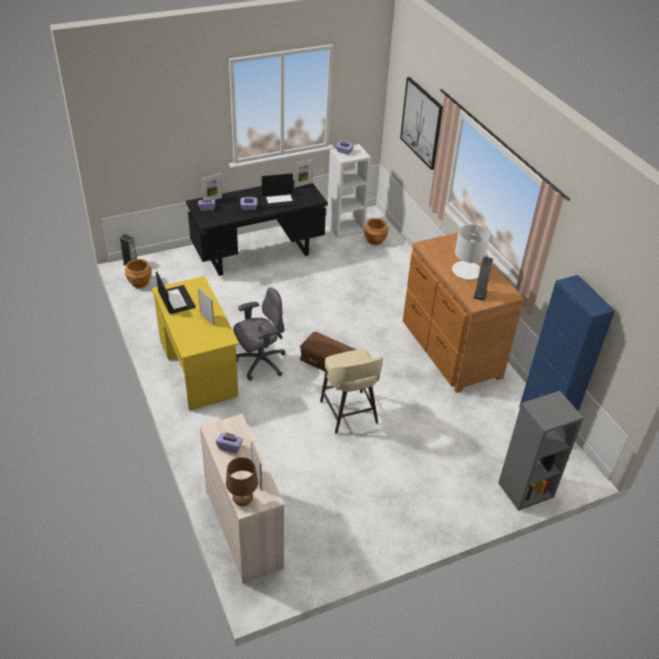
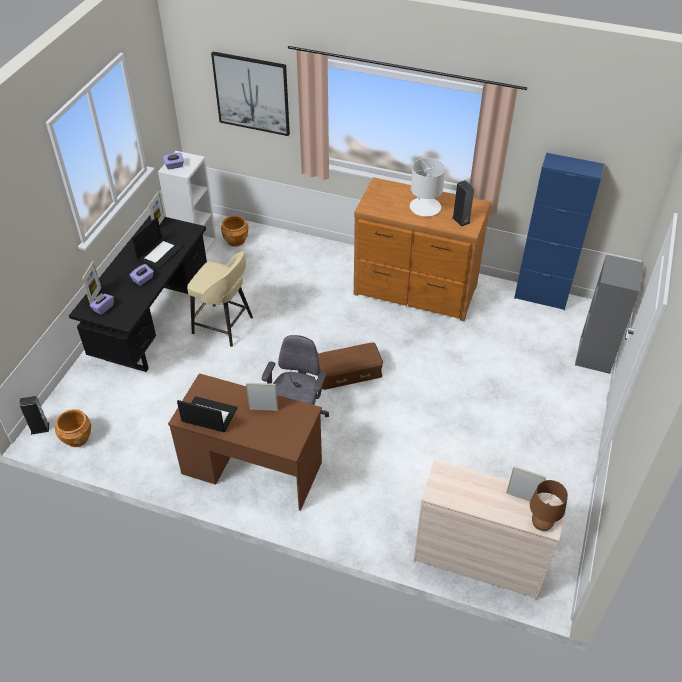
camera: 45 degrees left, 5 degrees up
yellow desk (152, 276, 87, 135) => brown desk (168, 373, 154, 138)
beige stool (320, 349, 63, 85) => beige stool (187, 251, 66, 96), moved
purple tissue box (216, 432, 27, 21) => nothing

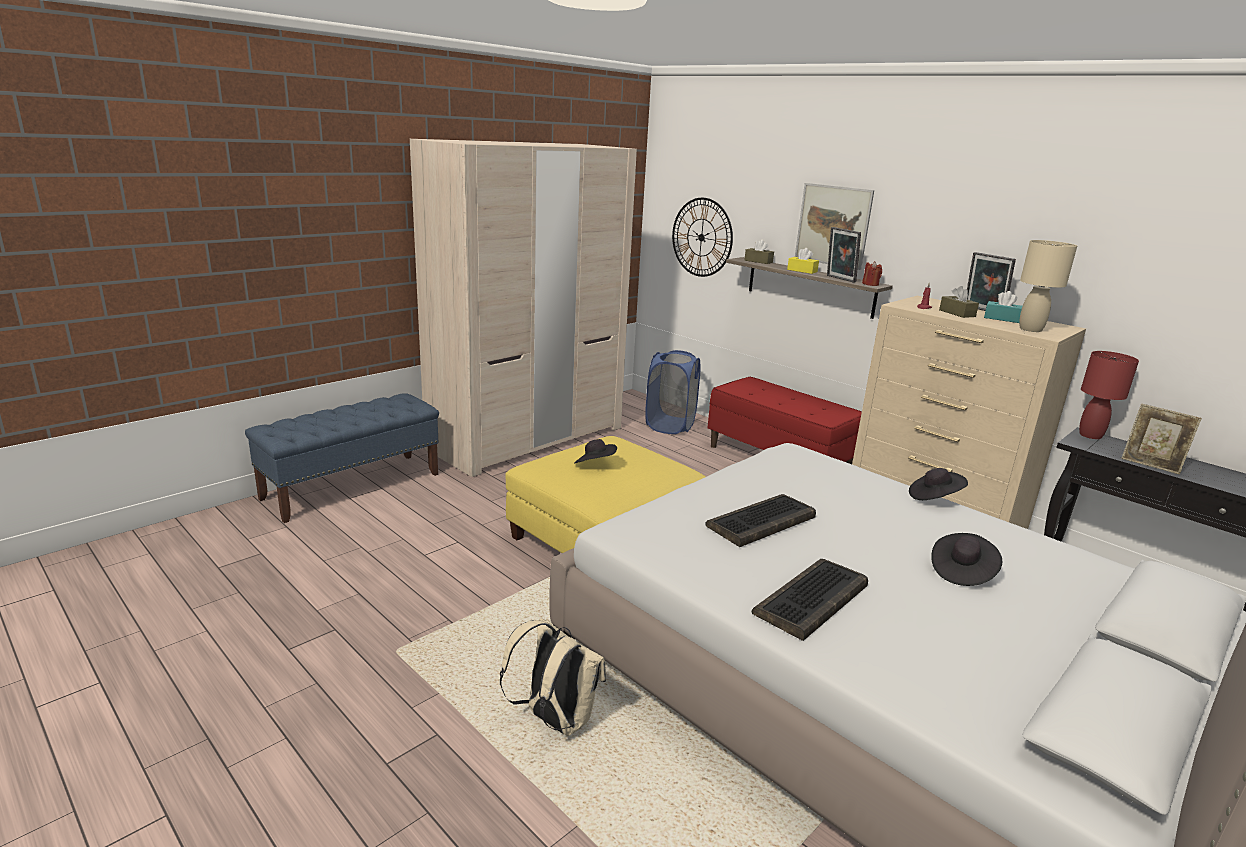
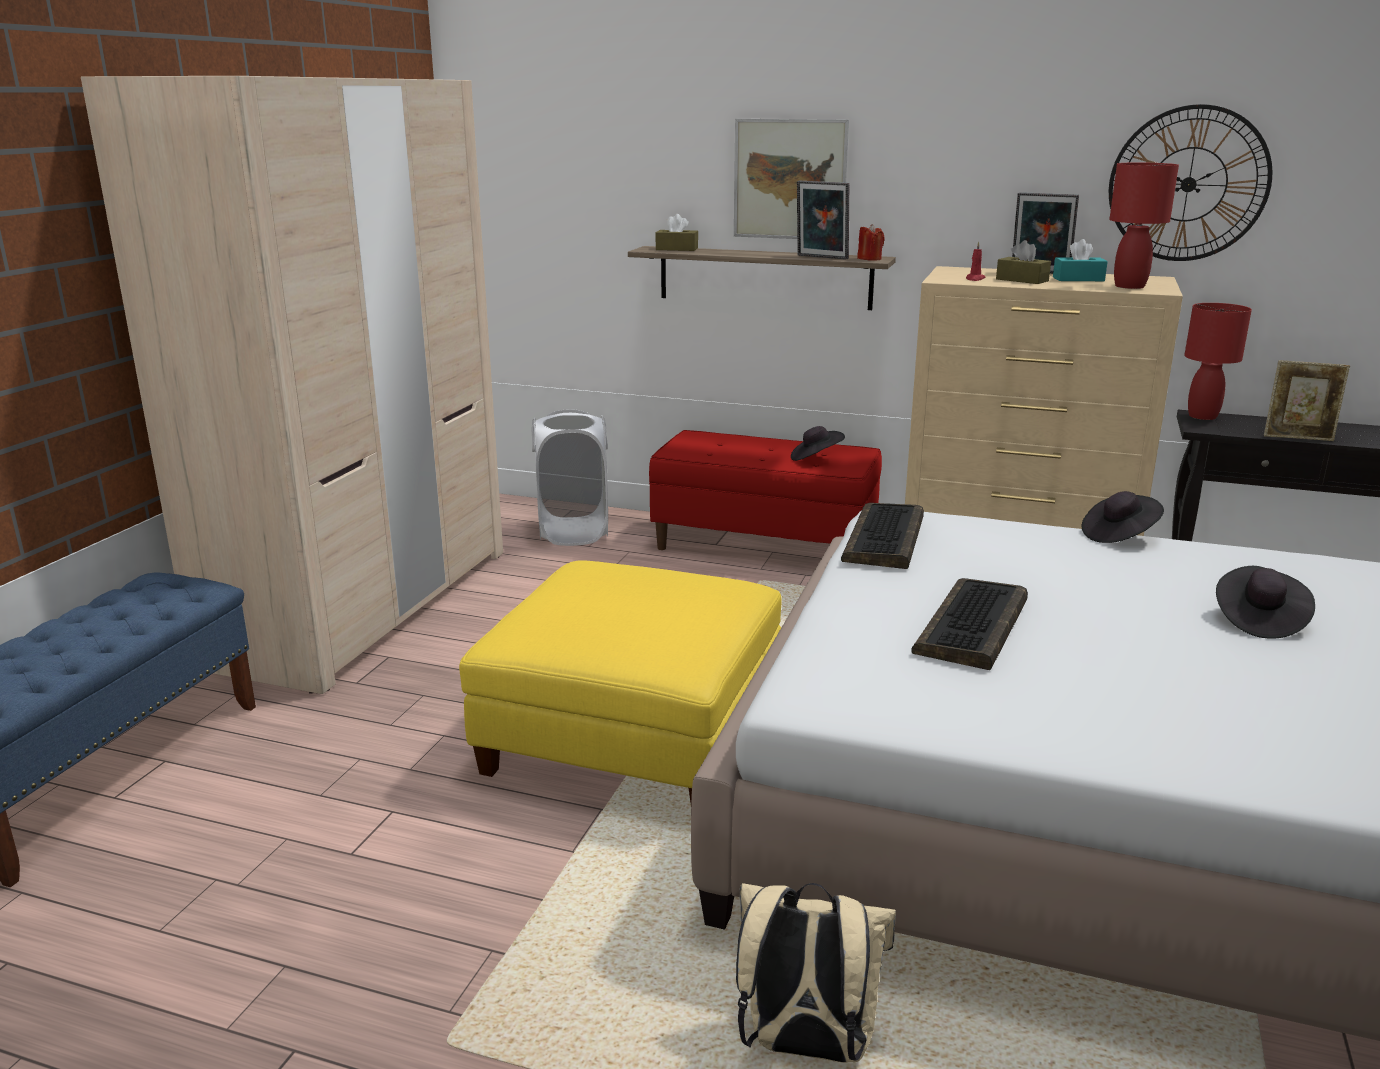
camera: 25 degrees left, 0 degrees up
blue laundry basket (645, 350, 55, 84) => white laundry basket (531, 409, 77, 137)
black hat (574, 439, 43, 25) => black hat (791, 426, 54, 35), moved
keyboard (752, 559, 116, 82) => keyboard (841, 503, 83, 66), moved
wall clock (672, 198, 61, 79) => wall clock (1109, 104, 163, 157), moved
beige table lamp (1019, 240, 58, 92) => red table lamp (1109, 162, 70, 127)
yellow tissue box (787, 248, 32, 26) => nothing

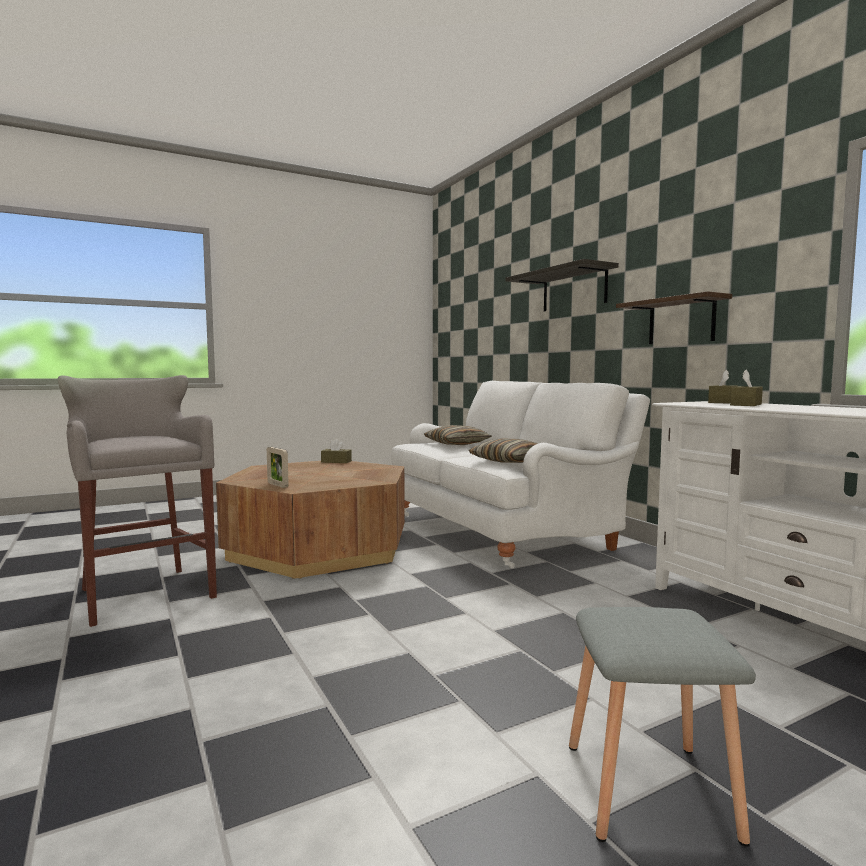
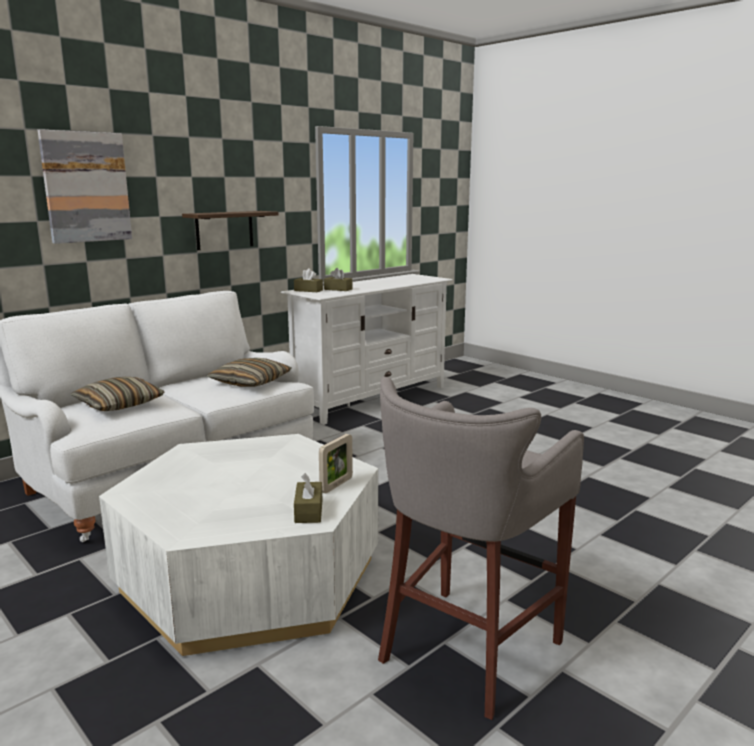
camera: 105 degrees left, 10 degrees up
shelf (506, 259, 113, 53) => picture (38, 129, 94, 115)
brown coffee table (216, 461, 189, 118) => white coffee table (99, 434, 279, 222)
brown tissue box (321, 439, 31, 24) => brown tissue box (294, 473, 28, 50), moved
grey stool (569, 607, 187, 240) => nothing

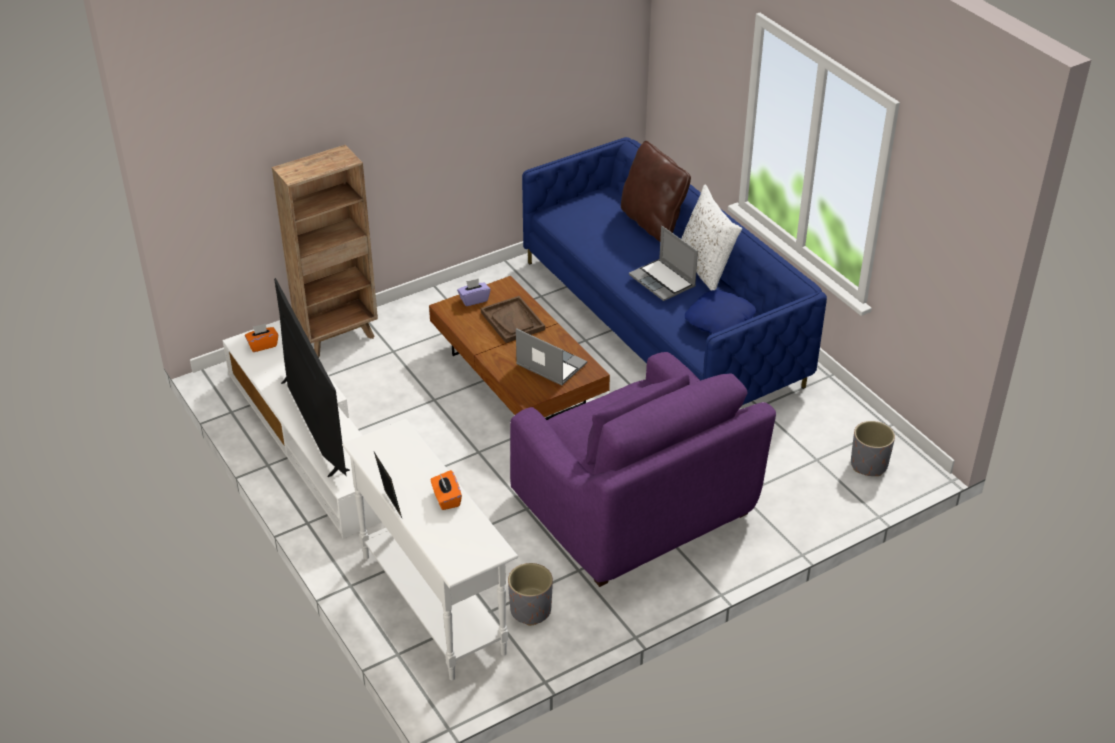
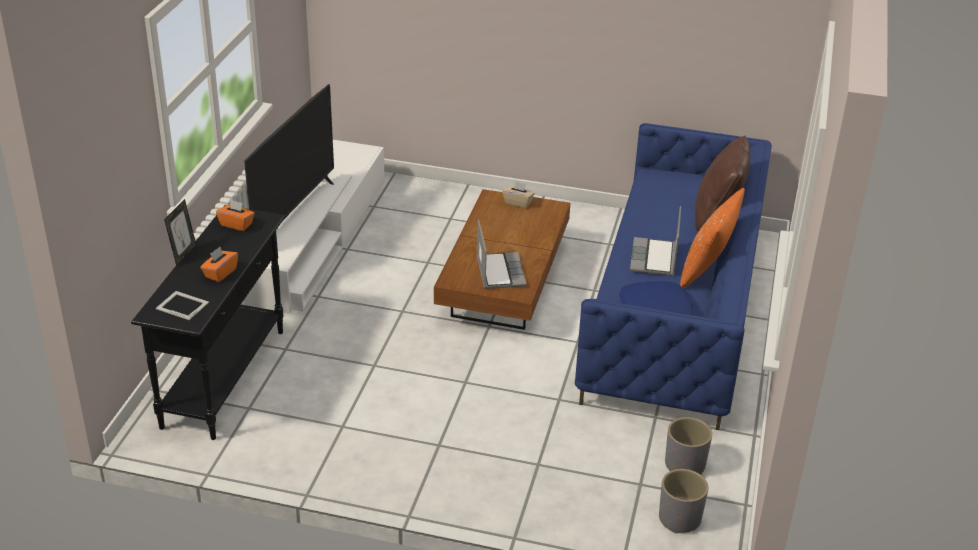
camera: 45 degrees right, 5 degrees down
white console table (342, 419, 176, 262) => black console table (131, 205, 154, 235)
nothing => picture frame (156, 291, 53, 29)
orange tissue box (245, 324, 33, 28) => orange tissue box (216, 200, 39, 31), moved
purple tissue box (457, 279, 34, 27) => beige tissue box (503, 181, 32, 27)
grey planter (508, 563, 45, 63) => grey planter (665, 417, 47, 58), moved
white pillow (681, 185, 61, 106) => orange pillow (680, 188, 65, 99)
brown bookcase (272, 145, 106, 213) => nothing
brown tray (481, 296, 64, 47) => nothing
purple armchair (510, 352, 266, 235) => nothing

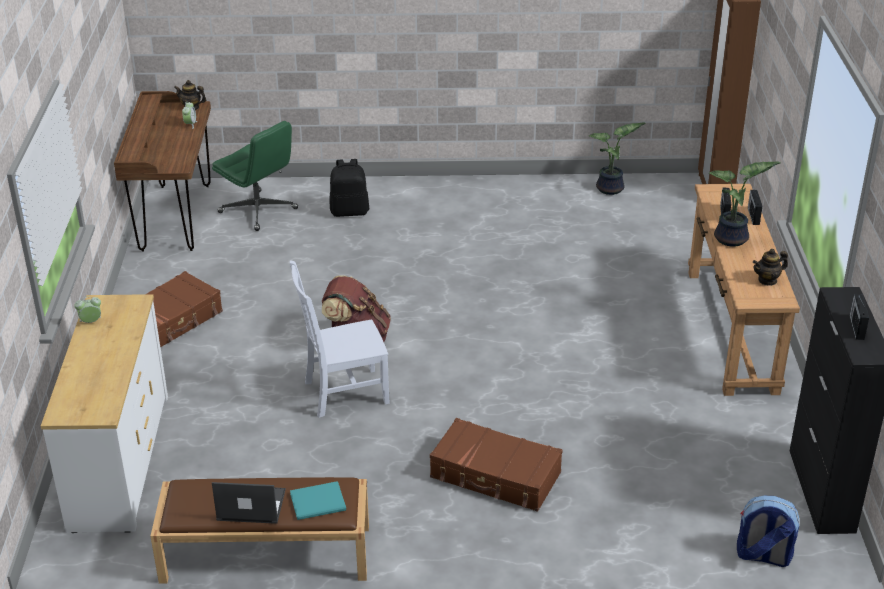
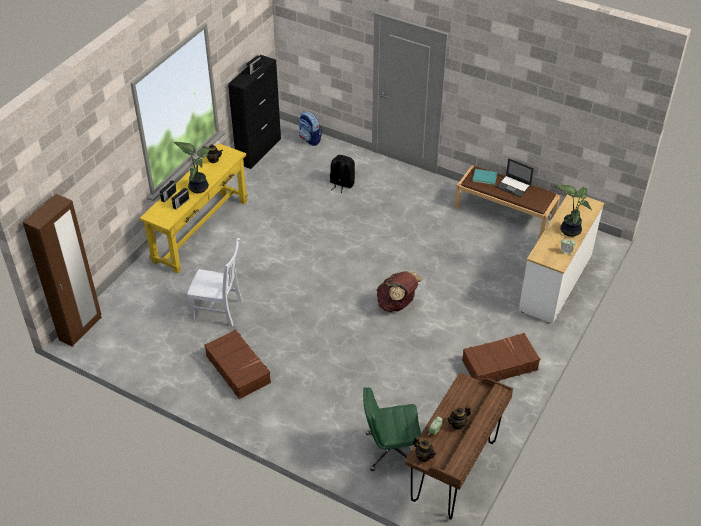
camera: 150 degrees left, 10 degrees up
brown console table (688, 184, 112, 212) => yellow console table (140, 143, 108, 130)
white chair (290, 260, 100, 158) => white chair (187, 238, 56, 89), moved
brown suitcase (430, 418, 132, 94) => brown suitcase (204, 329, 67, 70), moved
black backpack (330, 159, 39, 58) => black backpack (330, 155, 25, 38), moved
green office chair (212, 121, 86, 110) => green office chair (363, 387, 58, 84), 75 degrees counterclockwise
nothing => teapot (447, 406, 24, 24)
potted plant (589, 122, 57, 73) => potted plant (555, 185, 37, 52), moved

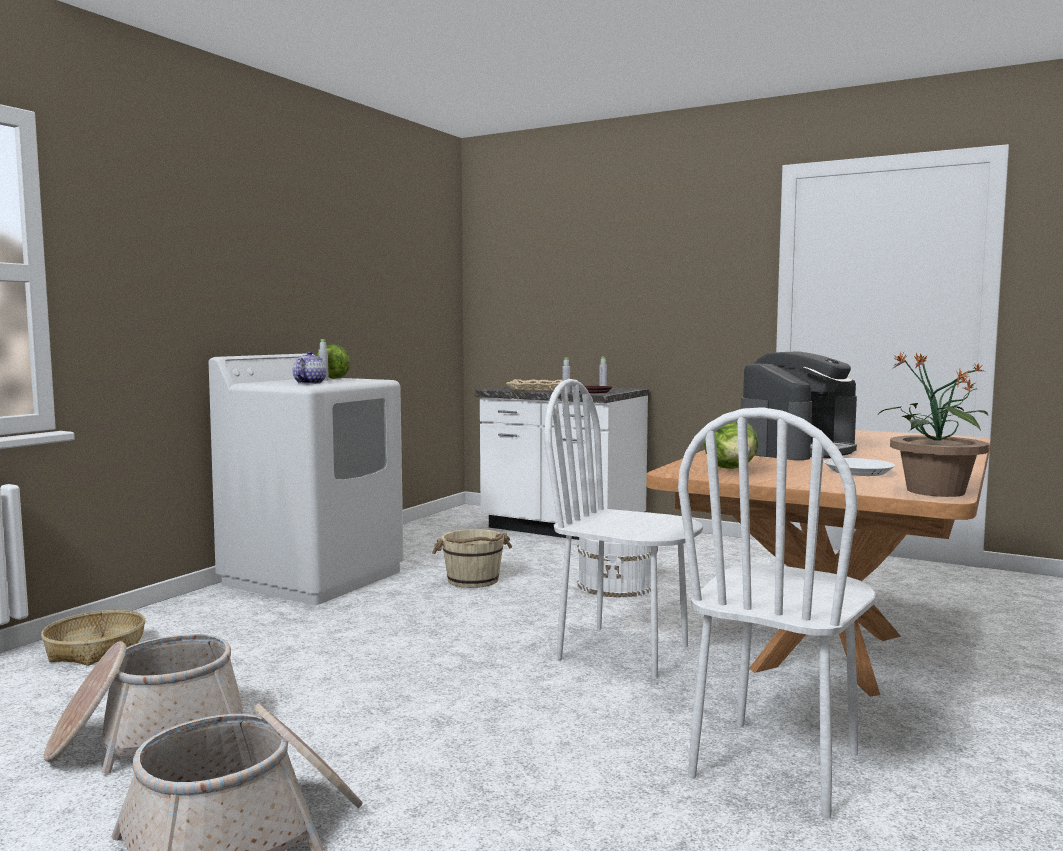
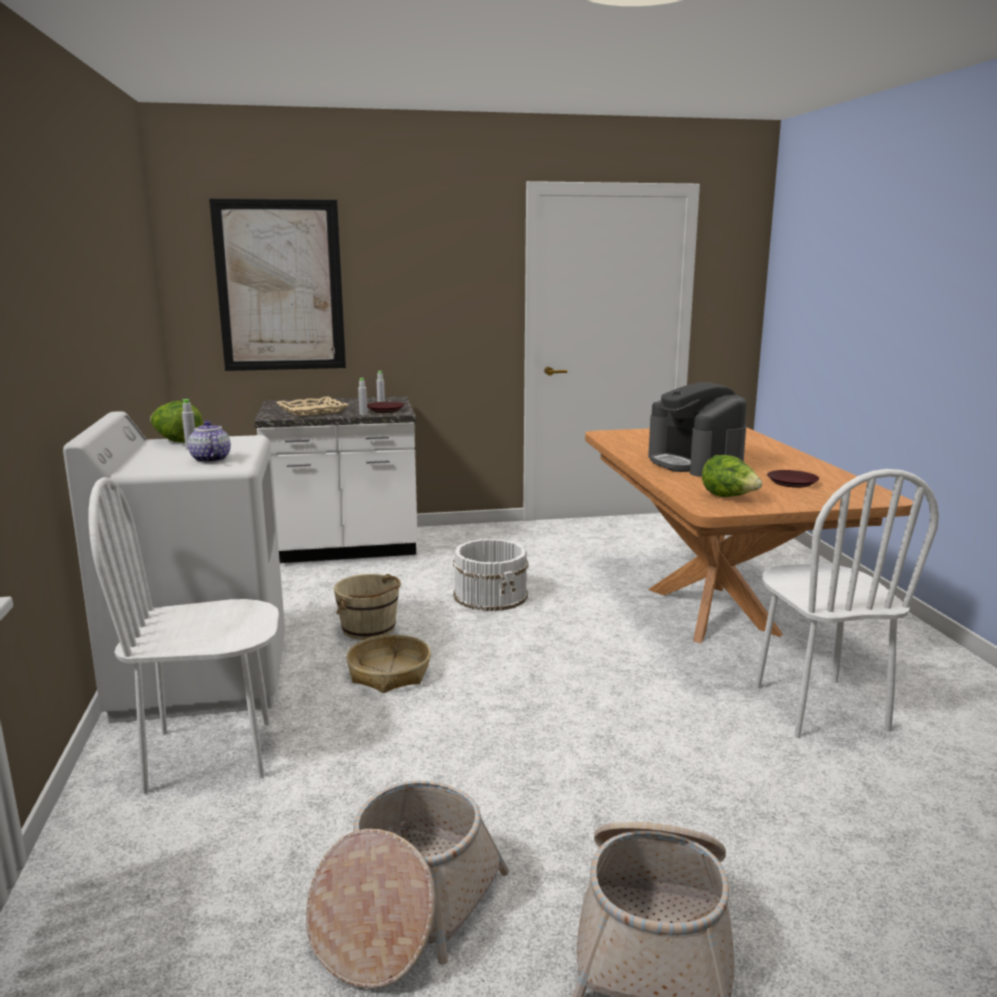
camera: 40 degrees left, 10 degrees up
white chair (544, 379, 159, 300) => white chair (89, 477, 190, 317), moved
nothing => picture (209, 198, 137, 173)
basket (41, 610, 104, 56) => basket (346, 635, 85, 58), moved
coffee machine (741, 351, 116, 109) => coffee machine (648, 382, 99, 95), 150 degrees clockwise
white plate (824, 458, 71, 18) => brown plate (767, 470, 52, 18)
potted plant (877, 352, 112, 145) => nothing

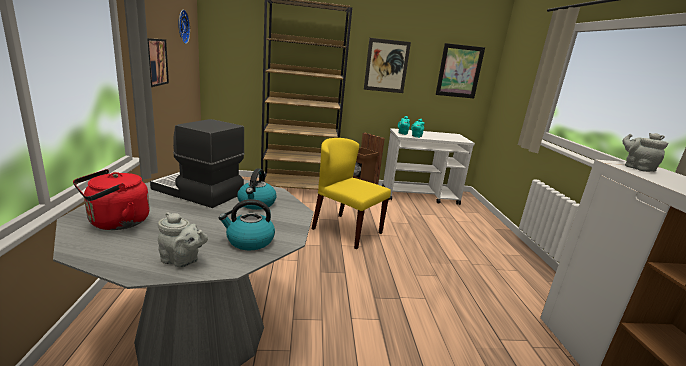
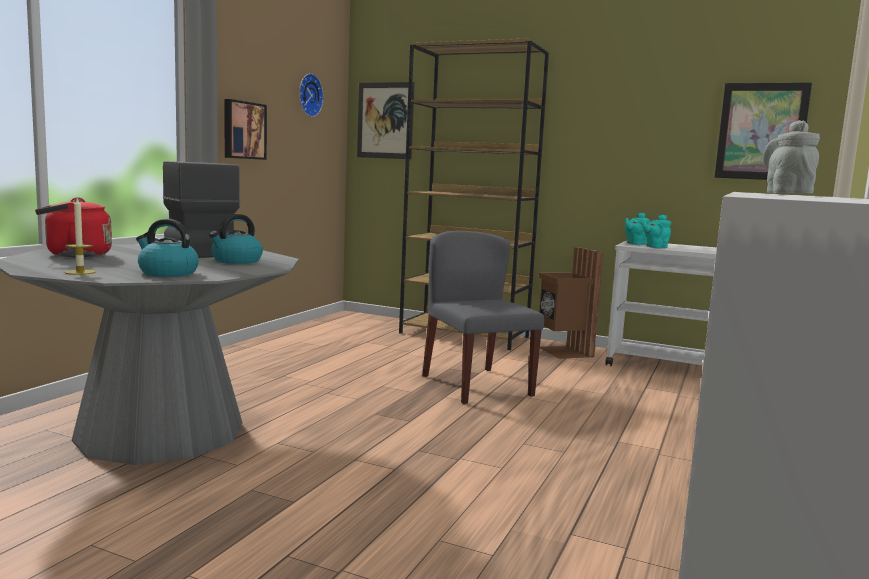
camera: 30 degrees right, 10 degrees down
grey teapot (158, 212, 50, 55) => candle (65, 198, 31, 77)
picture (364, 38, 47, 55) => picture (357, 82, 58, 77), moved
yellow chair (312, 138, 79, 111) => grey chair (422, 231, 122, 173)

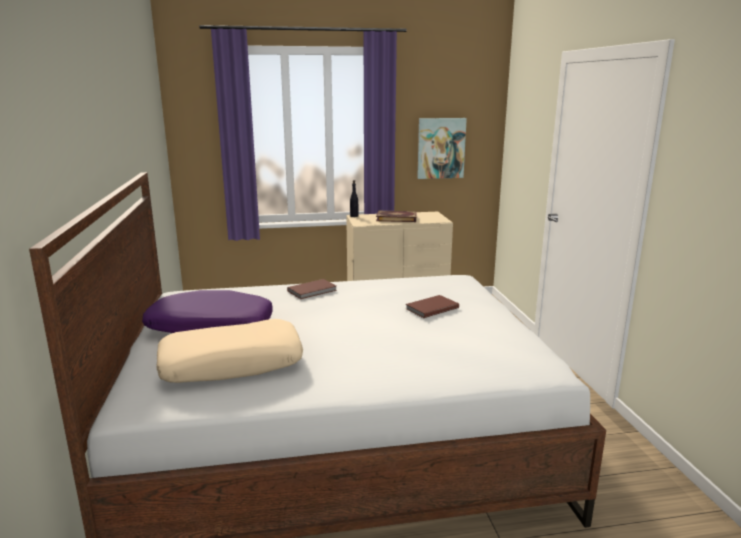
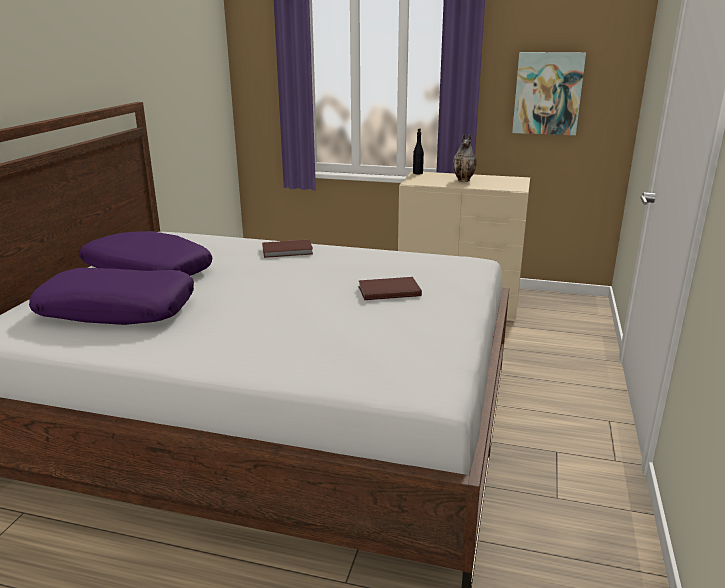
camera: 25 degrees right, 5 degrees up
beige pillow (156, 319, 147, 64) => purple pillow (29, 268, 165, 57)
book (376, 211, 41, 11) => vase (453, 134, 24, 48)

